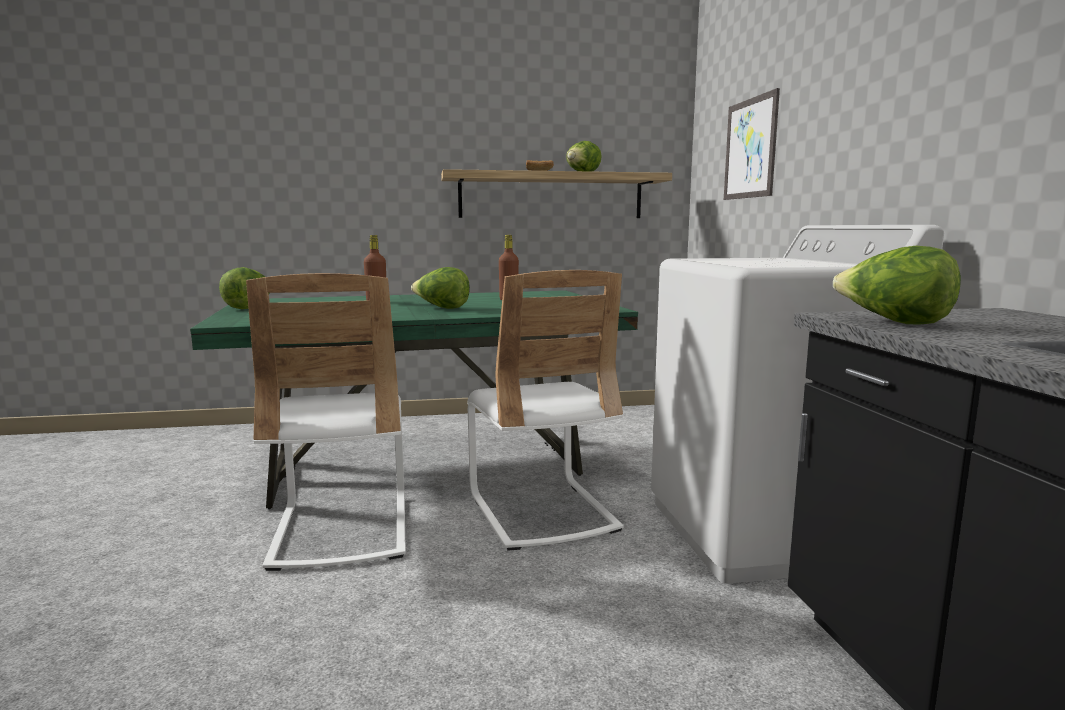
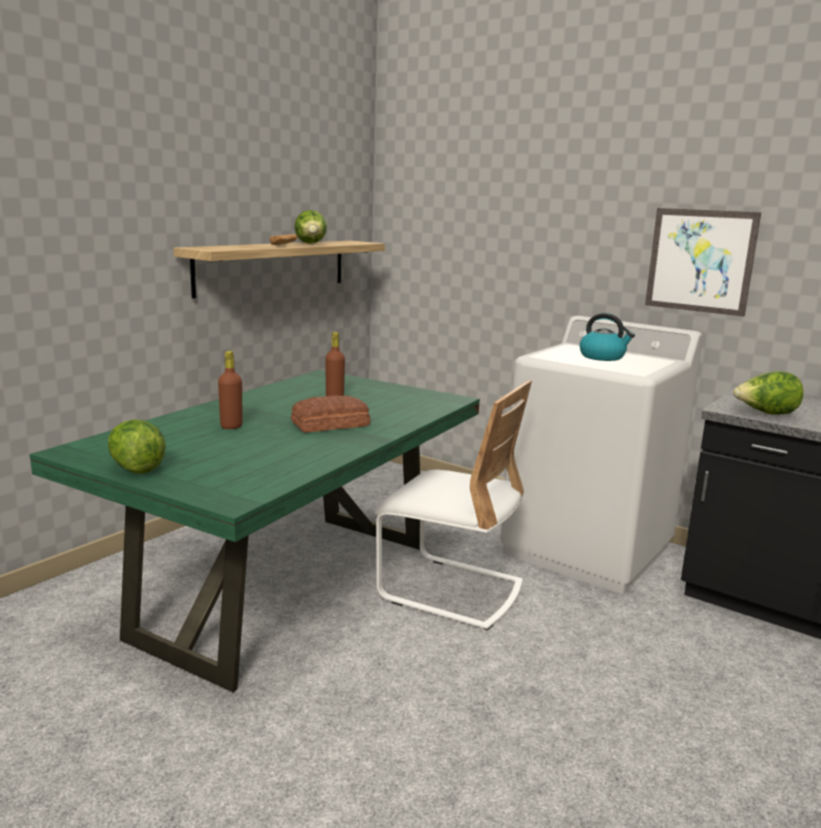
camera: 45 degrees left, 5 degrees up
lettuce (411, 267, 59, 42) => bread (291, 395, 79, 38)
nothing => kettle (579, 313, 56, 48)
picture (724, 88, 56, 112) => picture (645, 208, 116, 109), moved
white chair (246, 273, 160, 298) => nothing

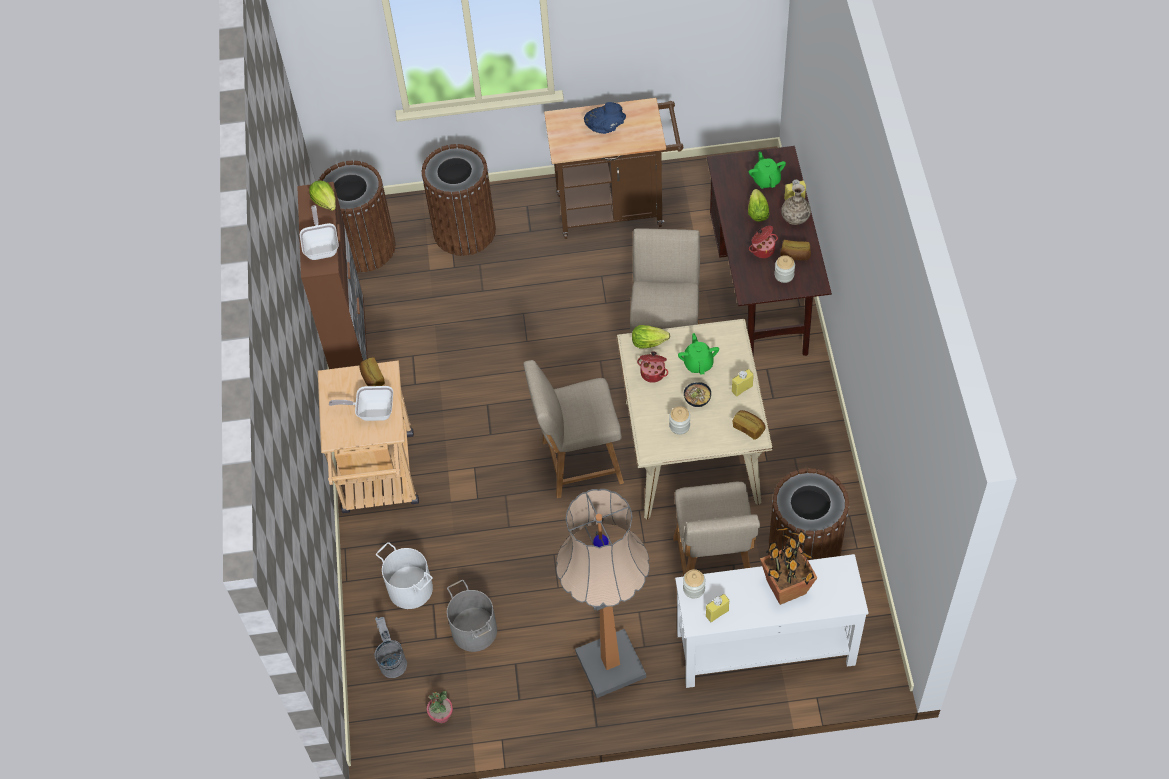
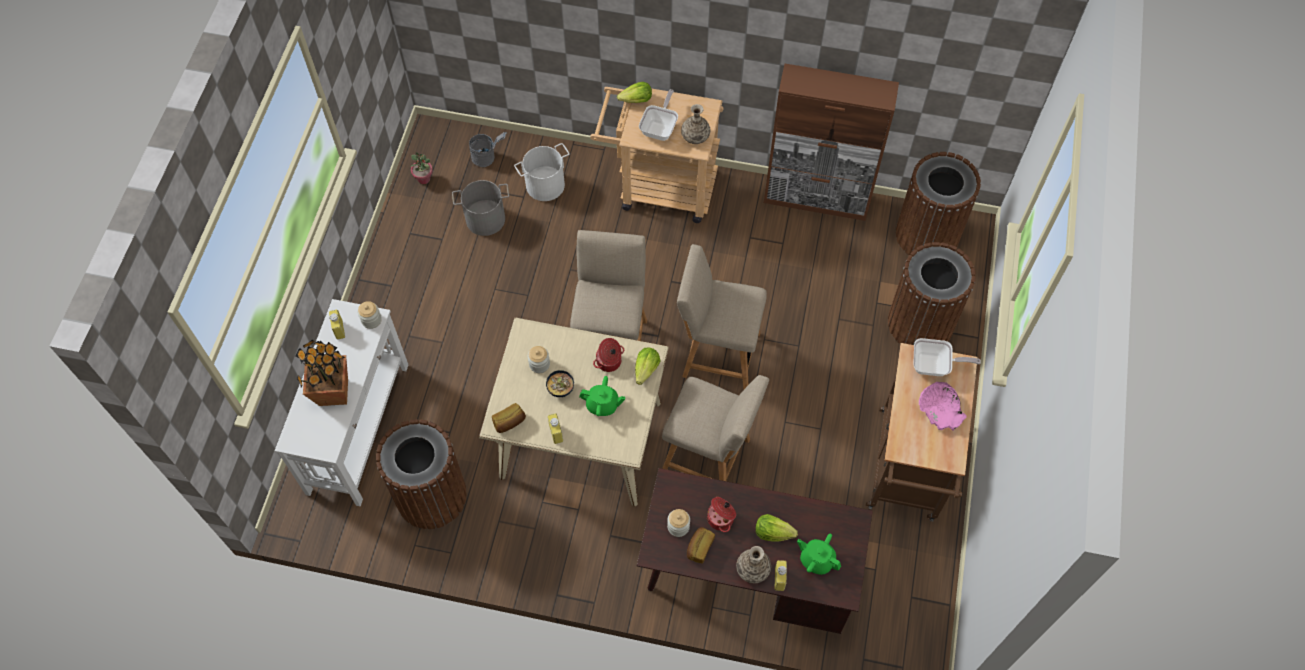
camera: 105 degrees right, 5 degrees up
lettuce (309, 181, 27, 30) => lettuce (617, 82, 35, 21), moved
beige chair (673, 482, 87, 95) => beige chair (677, 244, 90, 146), moved
bread (360, 358, 25, 28) => vase (681, 104, 29, 40)
green teapot (749, 152, 37, 37) => green teapot (797, 534, 44, 41), 150 degrees counterclockwise
frying pan (300, 205, 39, 55) => frying pan (913, 338, 68, 38), moved
blue bowl (584, 102, 42, 32) => pink bowl (919, 382, 48, 49)
floor lamp (556, 489, 94, 209) => nothing

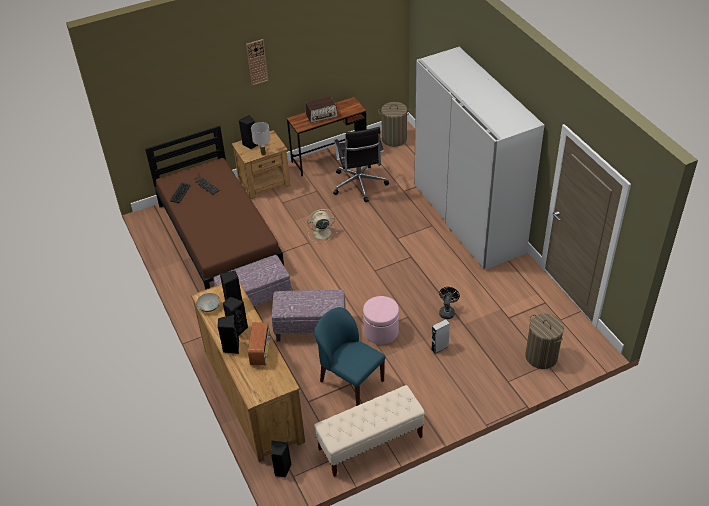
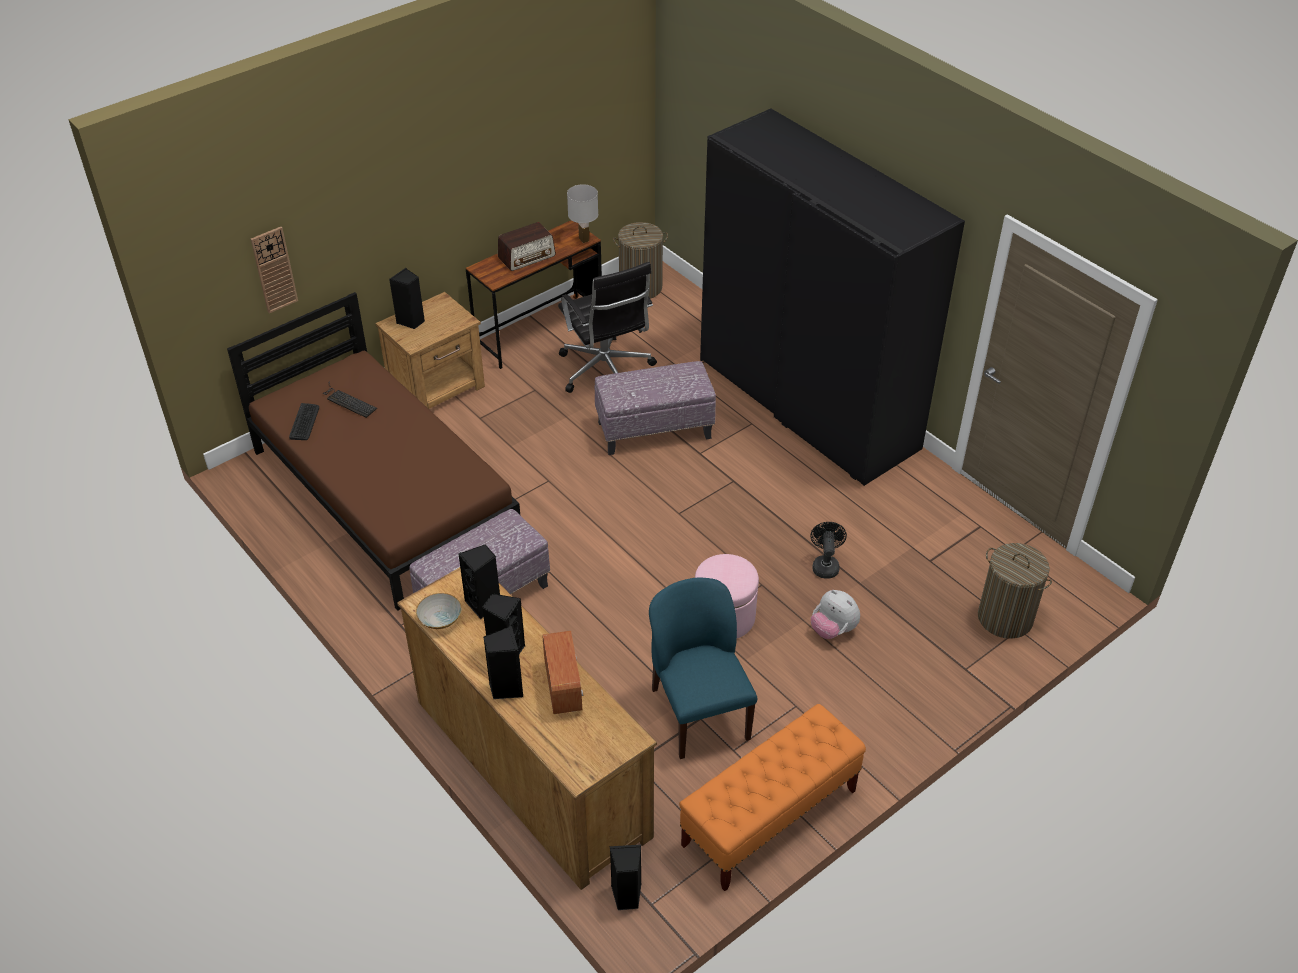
camera: 15 degrees left, 0 degrees up
wall clock (246, 39, 22, 47) => wall clock (251, 227, 47, 86), moved
white table lamp (251, 122, 19, 33) => white table lamp (567, 184, 31, 59), moved
ottoman (272, 290, 74, 51) => ottoman (595, 361, 121, 94), moved
blue chair (314, 307, 72, 99) => blue chair (649, 578, 108, 181), 45 degrees clockwise
beige bench (314, 385, 111, 92) => orange bench (679, 704, 187, 187)
white wardrobe (414, 47, 130, 223) => black wardrobe (700, 108, 265, 378)
grey speaker (431, 319, 19, 35) => plush toy (811, 590, 49, 49)
beige fan (307, 209, 30, 34) => nothing

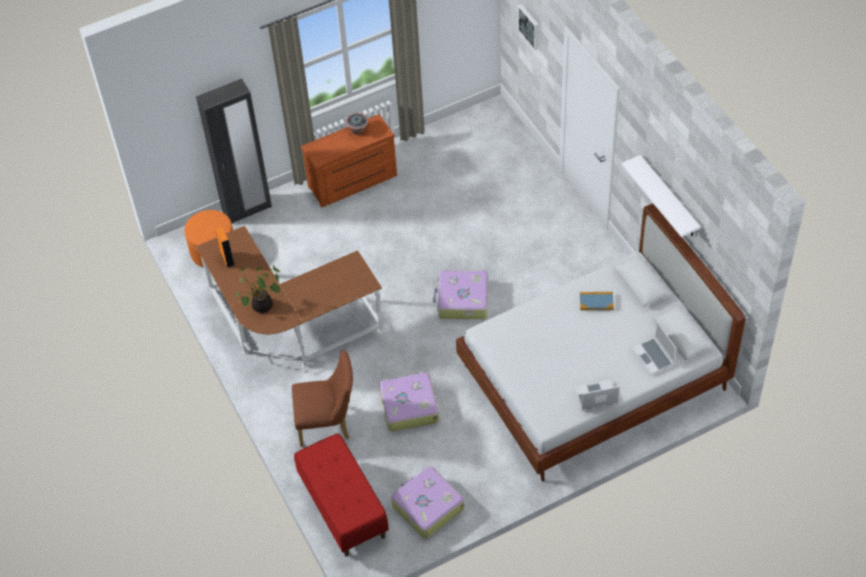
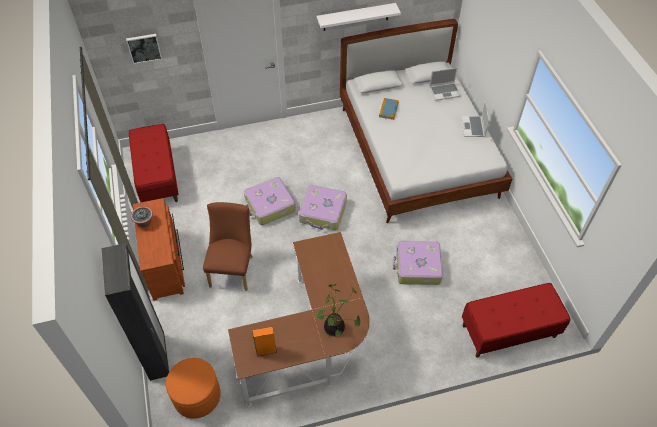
camera: 80 degrees left, 0 degrees up
nothing => red bench (129, 124, 50, 78)
brown chair (292, 350, 61, 97) => brown chair (203, 202, 50, 89), moved
suitcase (391, 466, 73, 72) => suitcase (244, 177, 52, 48), moved

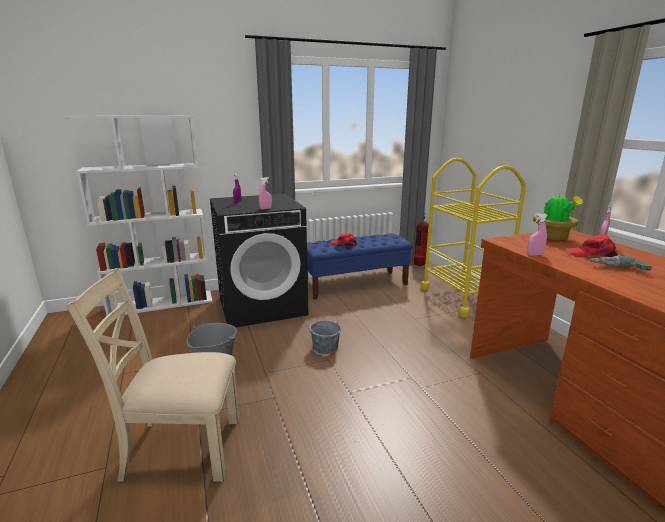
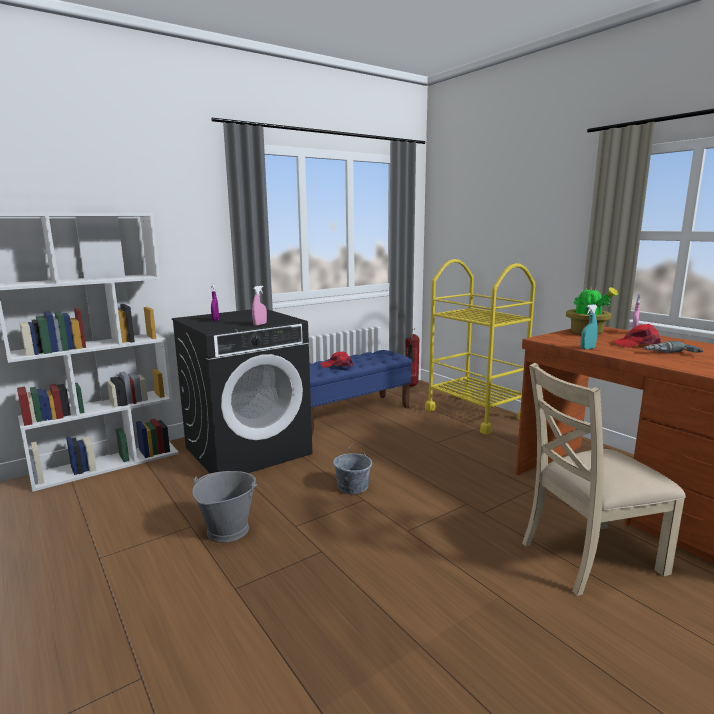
camera: 15 degrees left, 5 degrees down
beige chair (66, 268, 173, 214) => beige chair (522, 363, 164, 233), moved
pink spray bottle (527, 213, 21, 43) => turquoise spray bottle (580, 304, 18, 46)

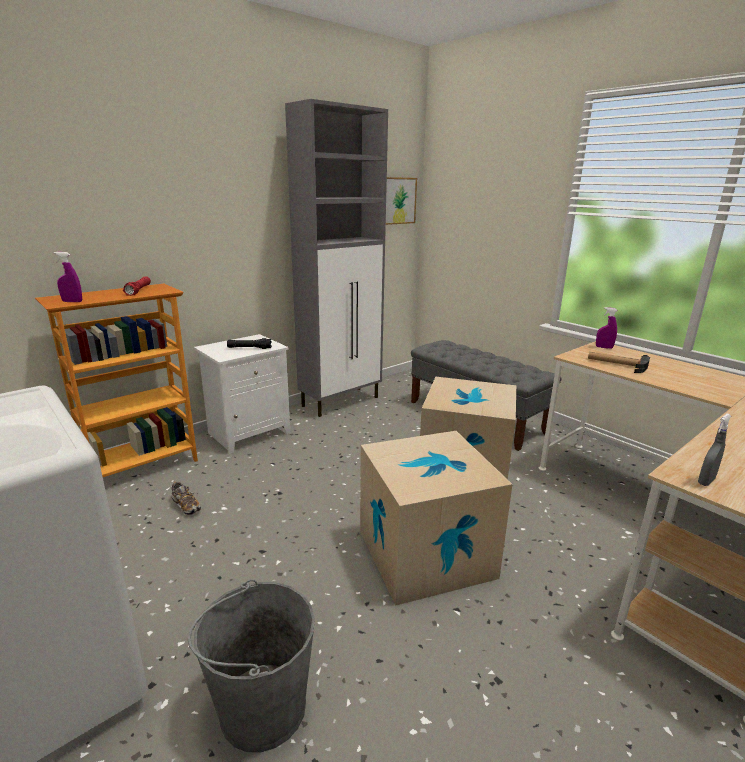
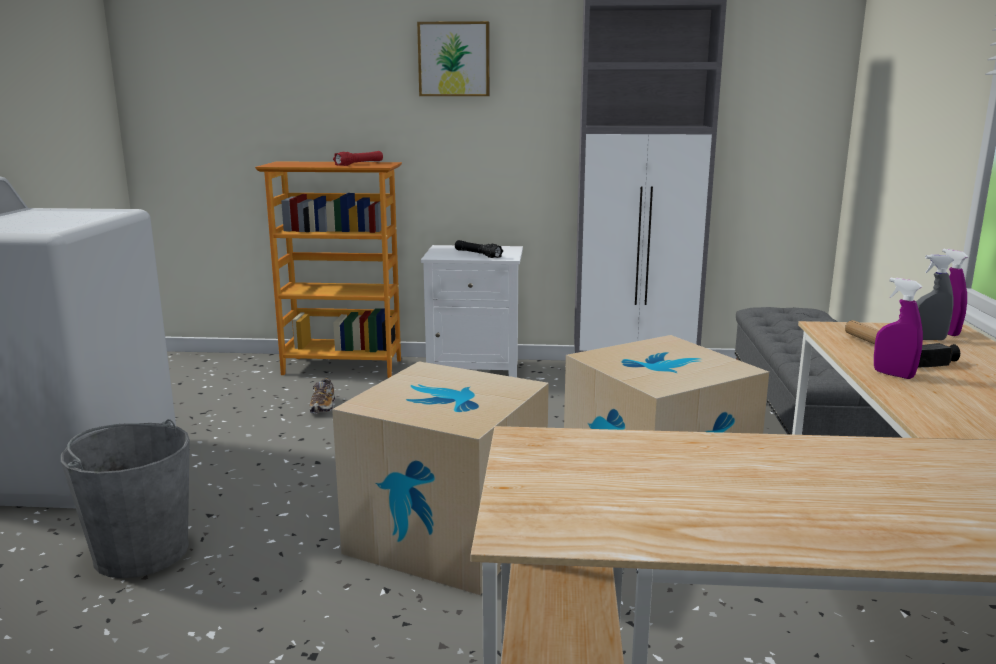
camera: 45 degrees right, 5 degrees down
picture (386, 177, 31, 48) => picture (417, 21, 73, 75), moved
purple spray bottle (53, 252, 29, 50) => purple spray bottle (874, 278, 49, 101), moved
grey spray bottle (698, 413, 33, 73) => grey spray bottle (916, 255, 38, 85), moved

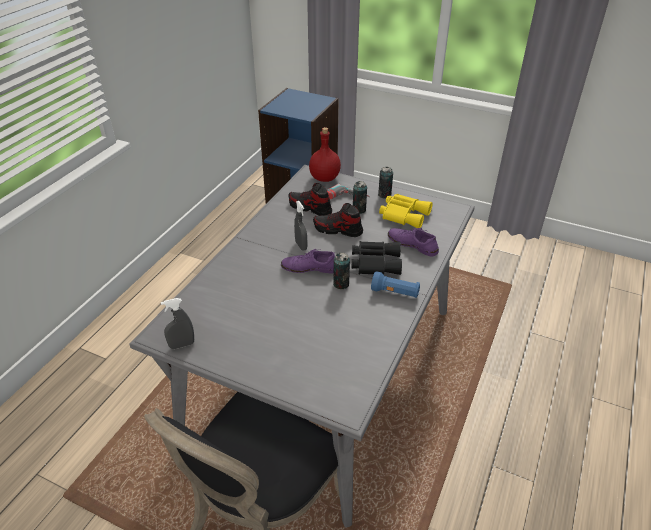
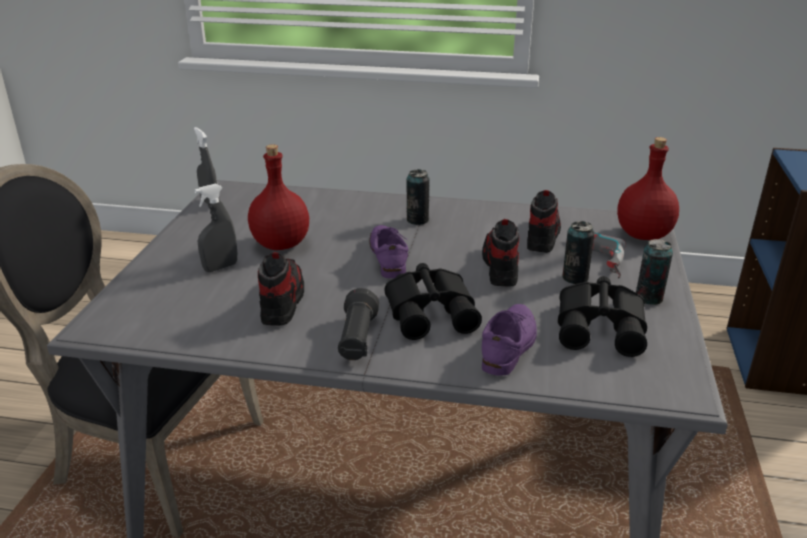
camera: 75 degrees right, 10 degrees down
grey spray bottle (294, 201, 13, 50) => grey spray bottle (194, 184, 43, 88), moved
nothing => red bottle (248, 144, 61, 106)
nothing => shoe (258, 252, 46, 74)
blue flashlight (371, 271, 49, 27) => black flashlight (338, 288, 41, 72)
can (333, 253, 17, 36) => can (407, 169, 23, 56), moved
yellow binoculars (379, 194, 54, 34) => black binoculars (558, 276, 89, 81)

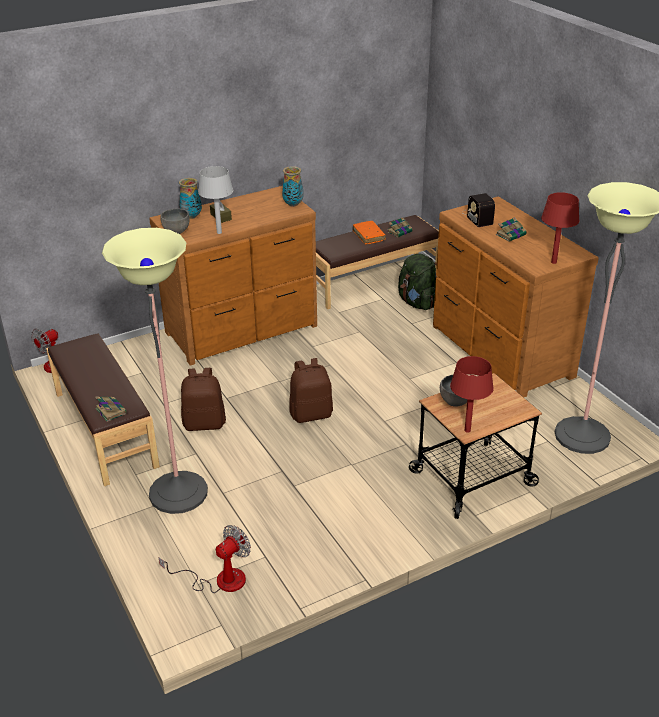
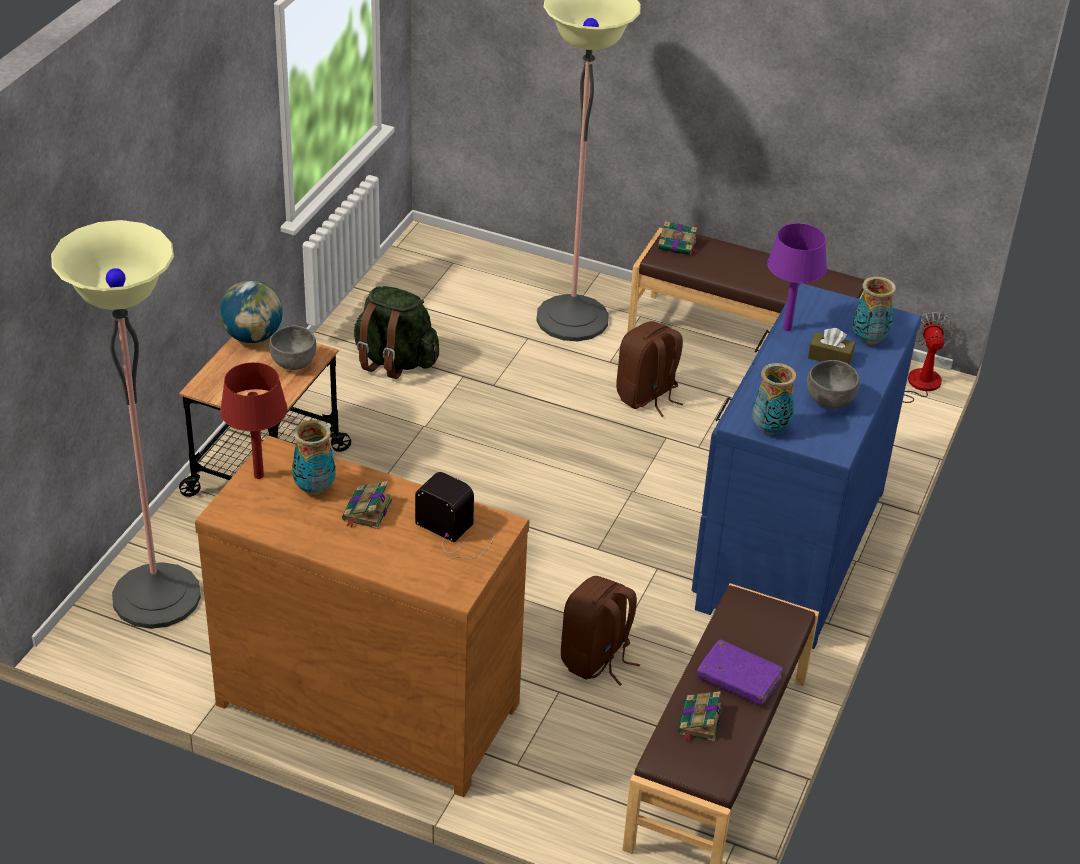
camera: 140 degrees right, 5 degrees up
red table lamp (450, 356, 44, 77) => globe (219, 280, 64, 63)
nothing => vase (292, 420, 43, 74)
green backpack (398, 254, 39, 56) => green backpack (354, 286, 85, 93), moved
brown backpack (289, 358, 44, 65) => brown backpack (561, 576, 79, 110), moved
brown dresser (149, 186, 168, 180) => blue dresser (692, 283, 230, 366)
orange book (353, 221, 33, 24) => purple book (697, 639, 86, 66)
grey table lamp (198, 166, 35, 68) => purple table lamp (767, 223, 60, 108)
grey bowl (160, 208, 30, 26) => grey bowl (807, 360, 52, 49), moved
fan (159, 525, 92, 68) => nothing

